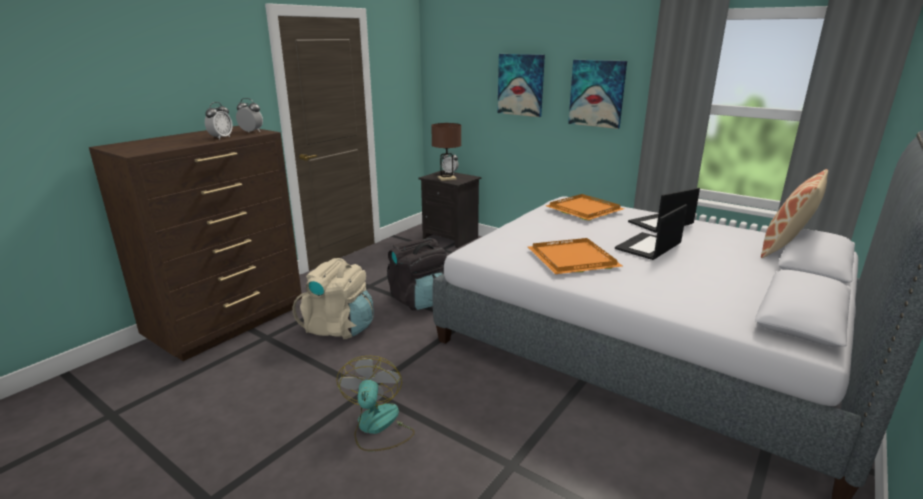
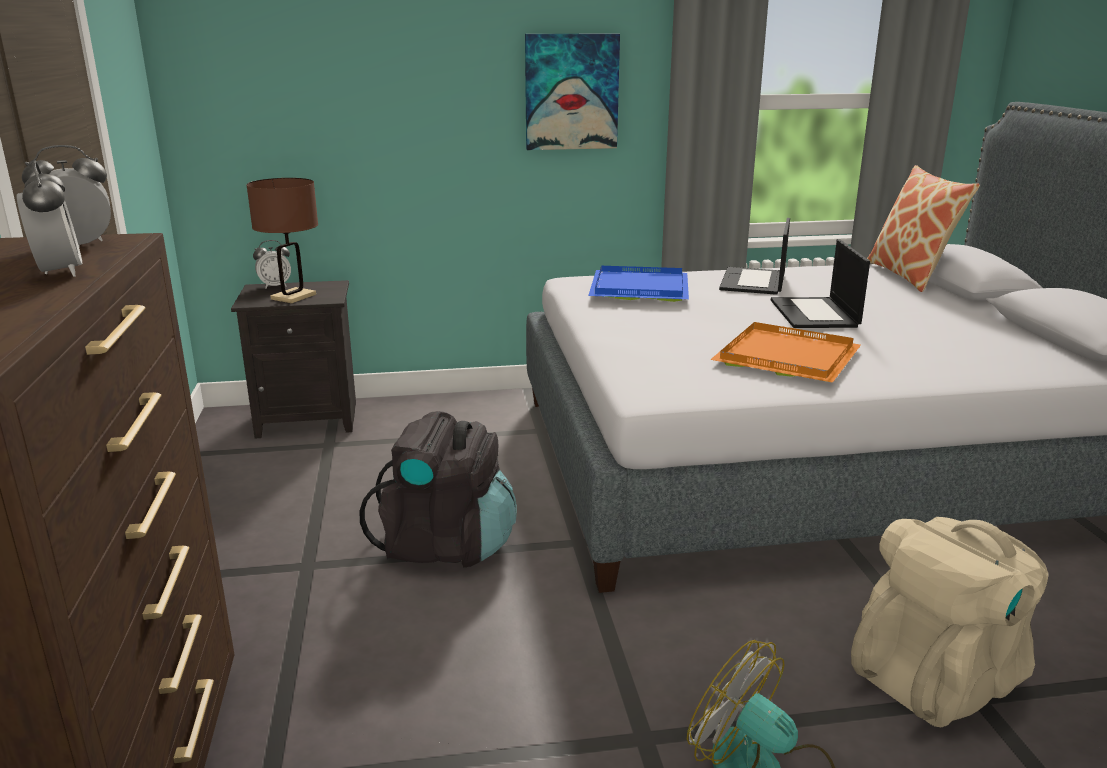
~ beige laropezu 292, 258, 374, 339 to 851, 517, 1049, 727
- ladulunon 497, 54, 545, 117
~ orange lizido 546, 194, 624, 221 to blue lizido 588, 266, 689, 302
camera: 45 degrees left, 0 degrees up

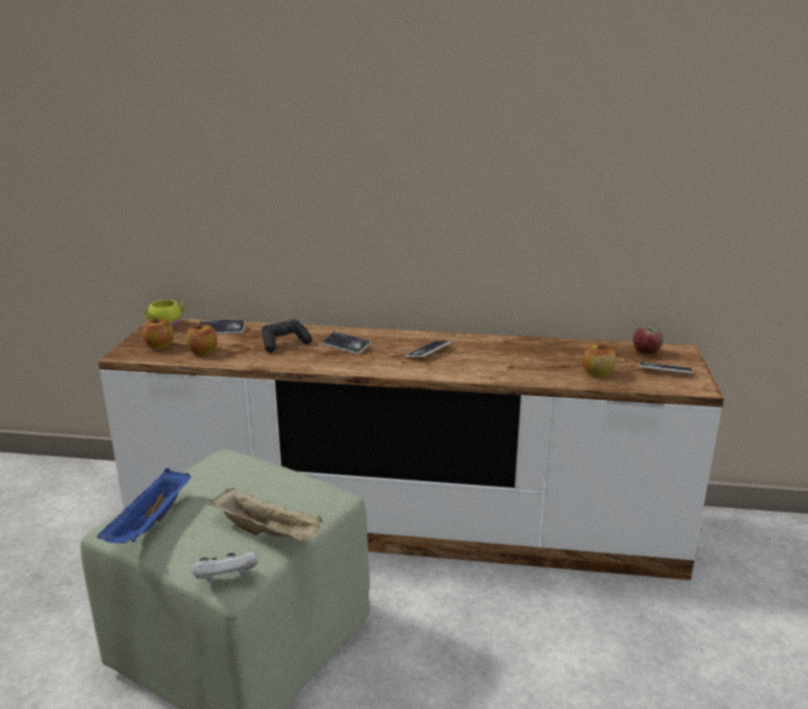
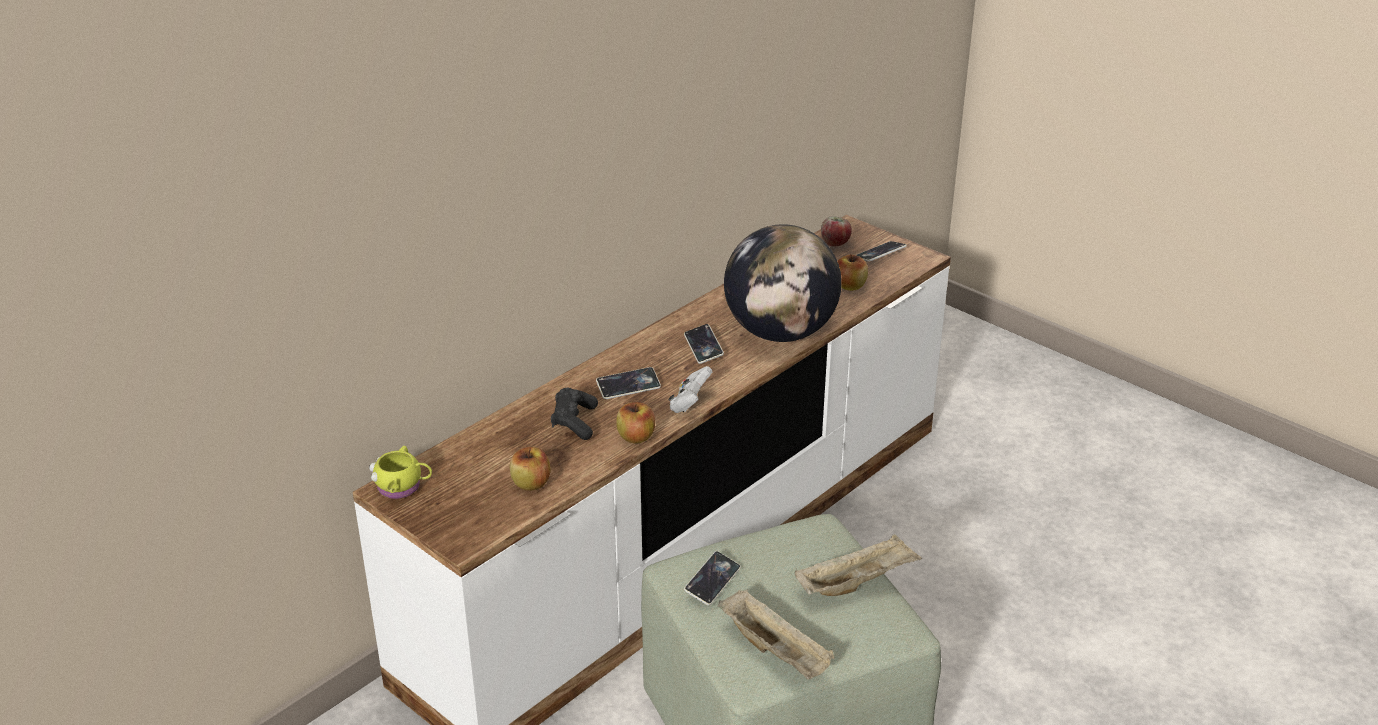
~ blue lizido 97, 468, 191, 543 to beige lizido 717, 590, 835, 679
~ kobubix 143, 317, 174, 349 to 616, 402, 655, 443
~ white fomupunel 191, 552, 259, 583 to 669, 366, 713, 413
~ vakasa 199, 319, 245, 334 to 684, 551, 741, 605
+ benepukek 724, 224, 842, 342
camera: 55 degrees left, 10 degrees up

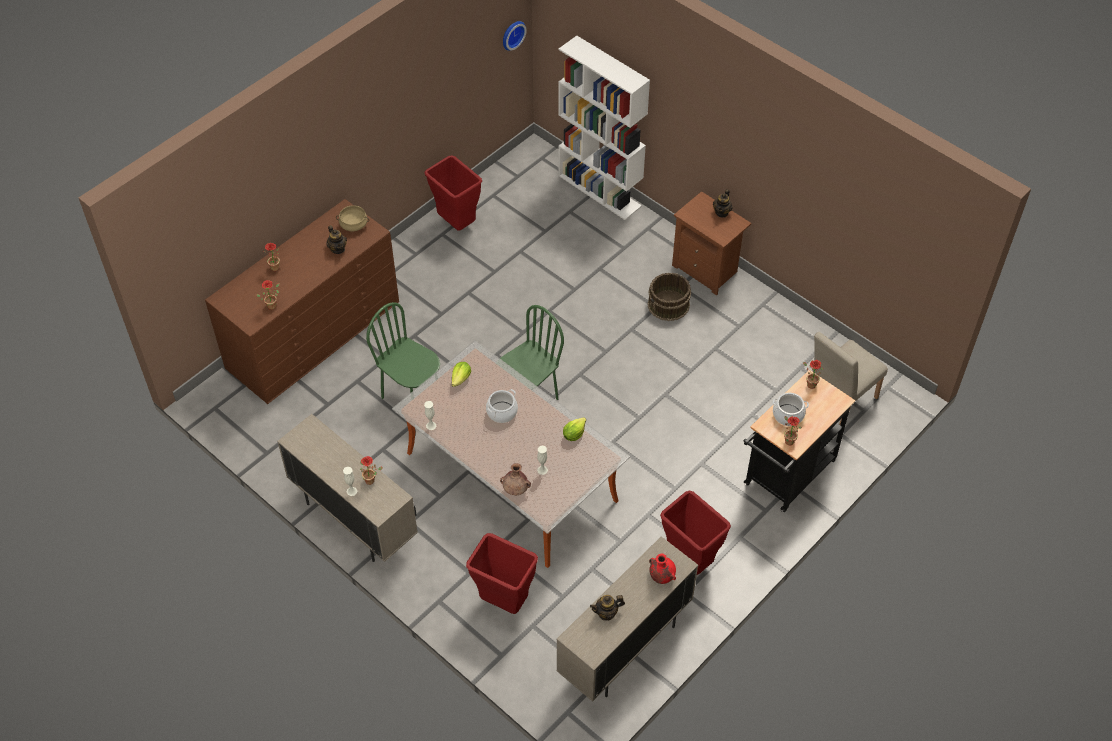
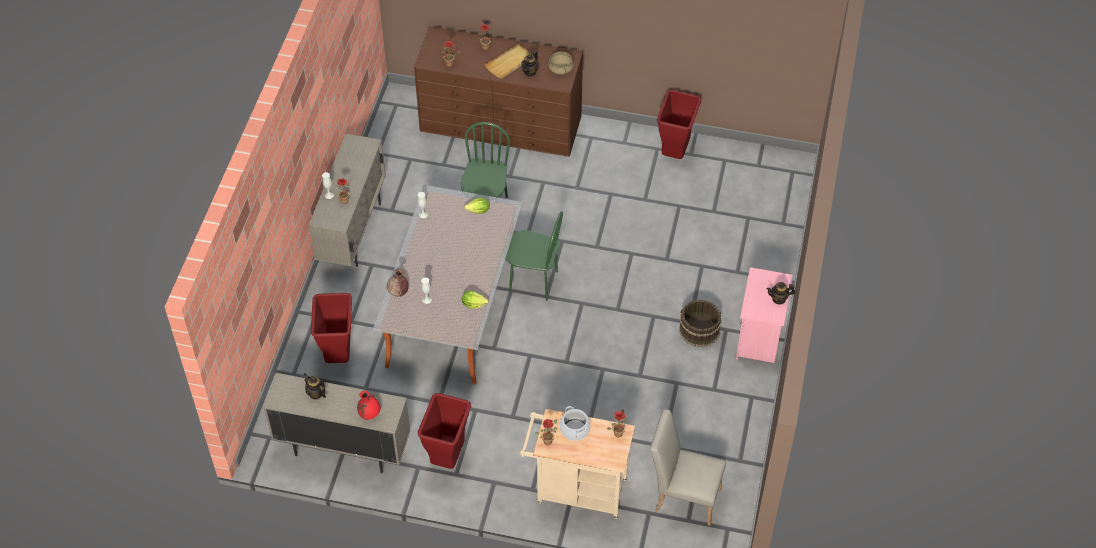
- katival 486, 389, 518, 423
- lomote 503, 21, 527, 51
- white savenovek 558, 36, 650, 220
~ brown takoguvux 672, 191, 751, 295 to pink takoguvux 736, 267, 793, 363
~ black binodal 744, 370, 855, 512 to beige binodal 520, 409, 635, 519
+ beige lizido 485, 44, 533, 79
camera: 60 degrees right, 0 degrees up

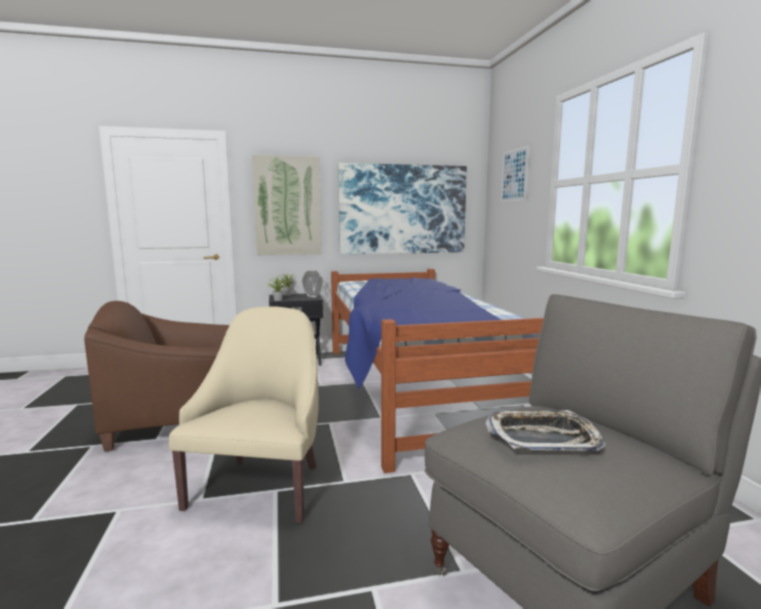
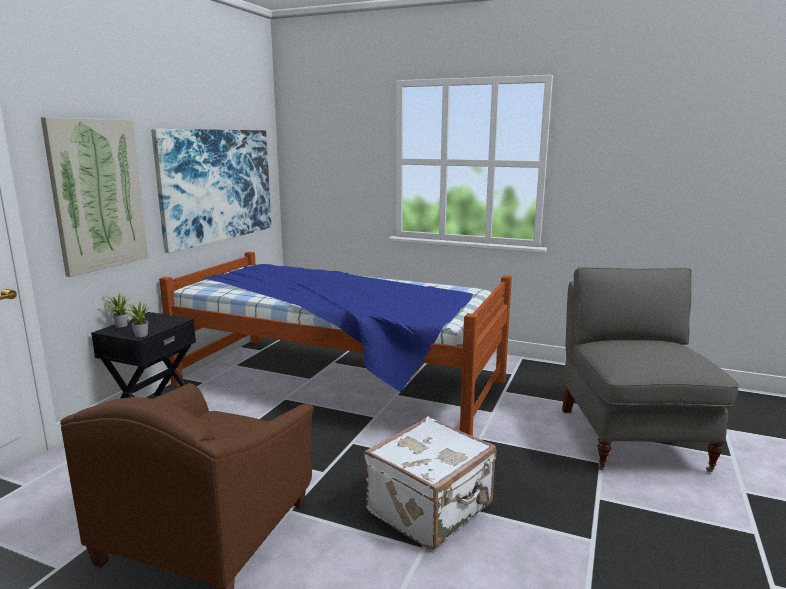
~ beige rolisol 169, 306, 318, 523 to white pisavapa 364, 416, 497, 550
- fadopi 302, 271, 323, 298
- lizido 486, 410, 606, 451
- ladulunon 501, 146, 529, 202
camera: 55 degrees left, 5 degrees up

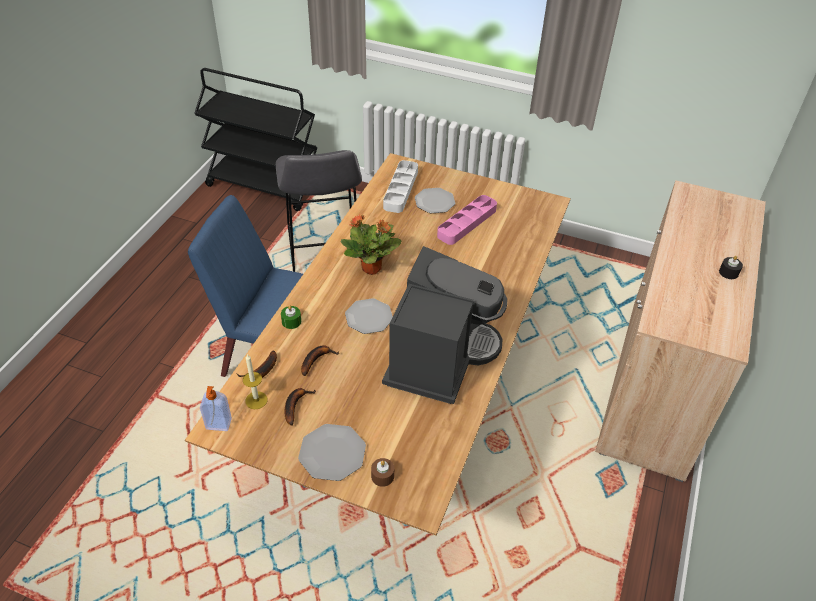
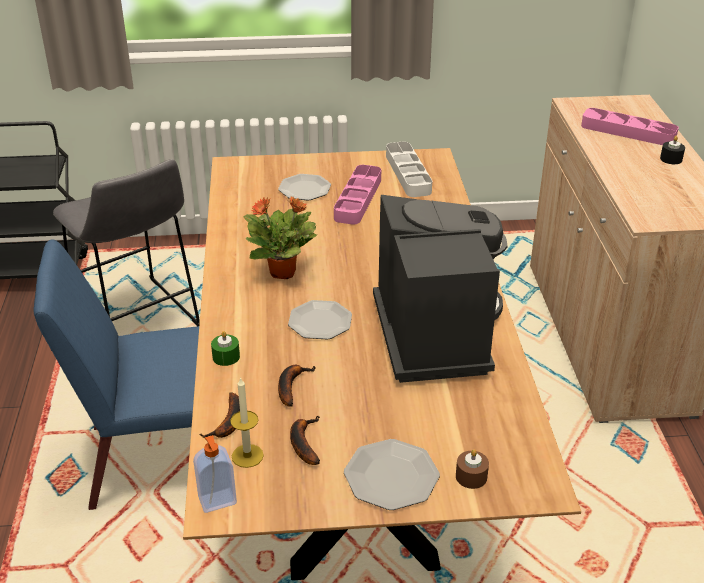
~ white lizido 383, 160, 418, 213 to 386, 142, 432, 197
+ pink lizido 581, 108, 679, 145
camera: 25 degrees left, 10 degrees down

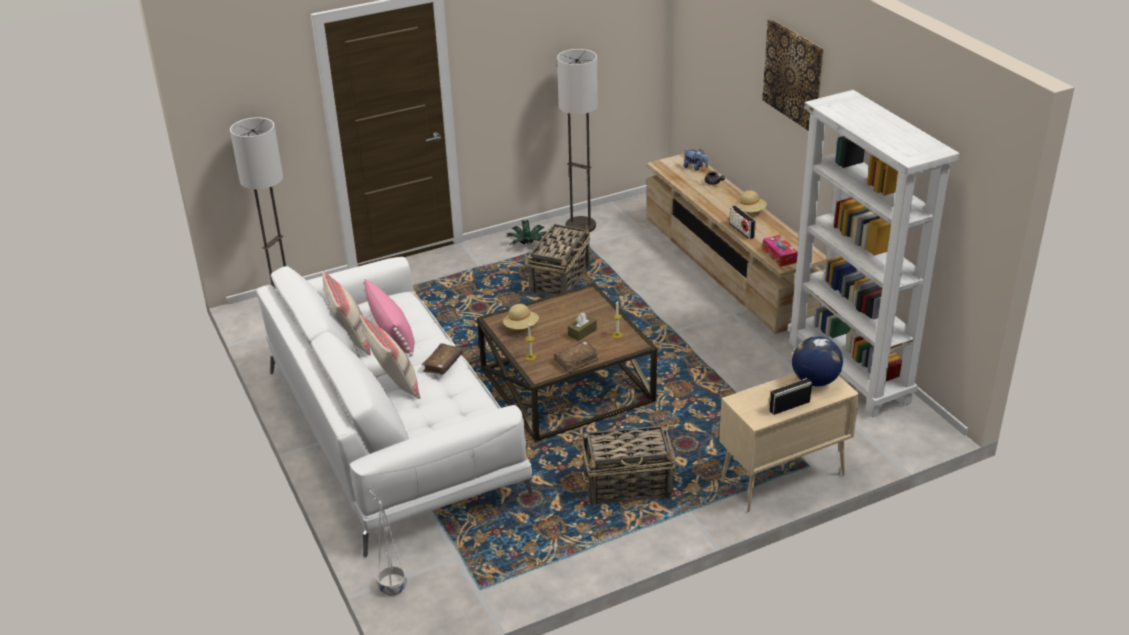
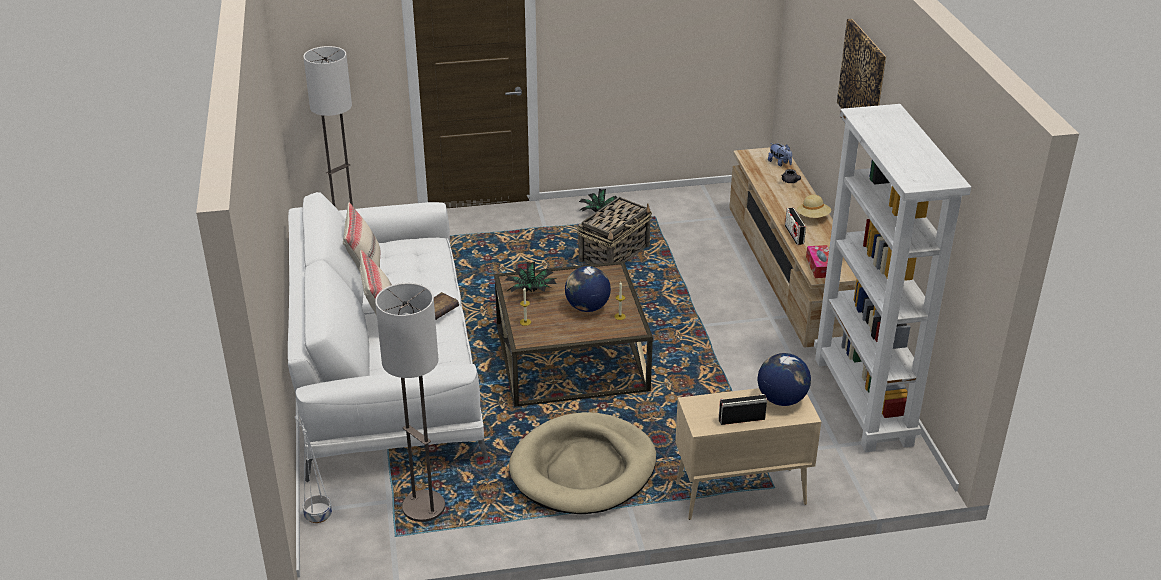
- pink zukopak 363, 279, 414, 356
~ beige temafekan 503, 304, 539, 329 to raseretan 505, 262, 557, 292
- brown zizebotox 554, 341, 599, 373
~ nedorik 557, 49, 598, 232 to 375, 283, 445, 522
~ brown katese 568, 313, 597, 341 to benepukek 565, 266, 611, 312
~ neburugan 582, 426, 676, 506 to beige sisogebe 509, 412, 656, 514
camera: 15 degrees right, 0 degrees up

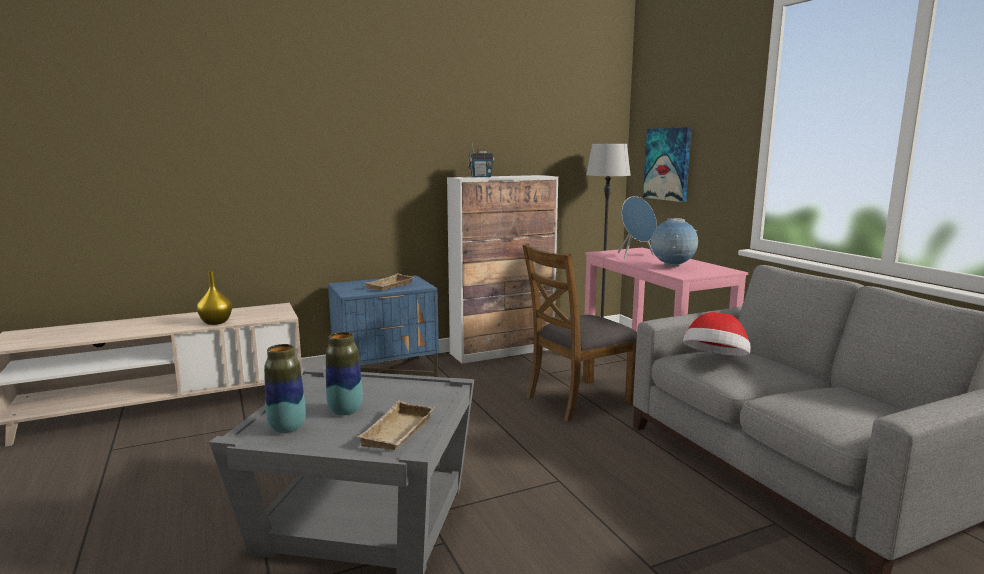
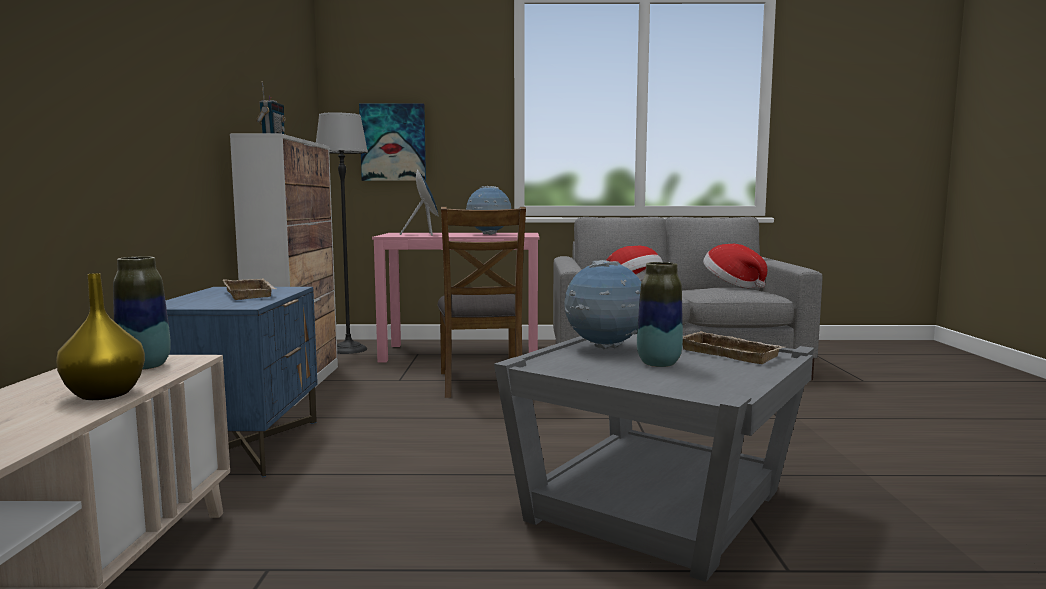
~ fadopi 264, 344, 306, 433 to 113, 256, 171, 370
+ benepukek 564, 260, 642, 349
+ temafekan 703, 244, 767, 288
camera: 65 degrees left, 5 degrees down

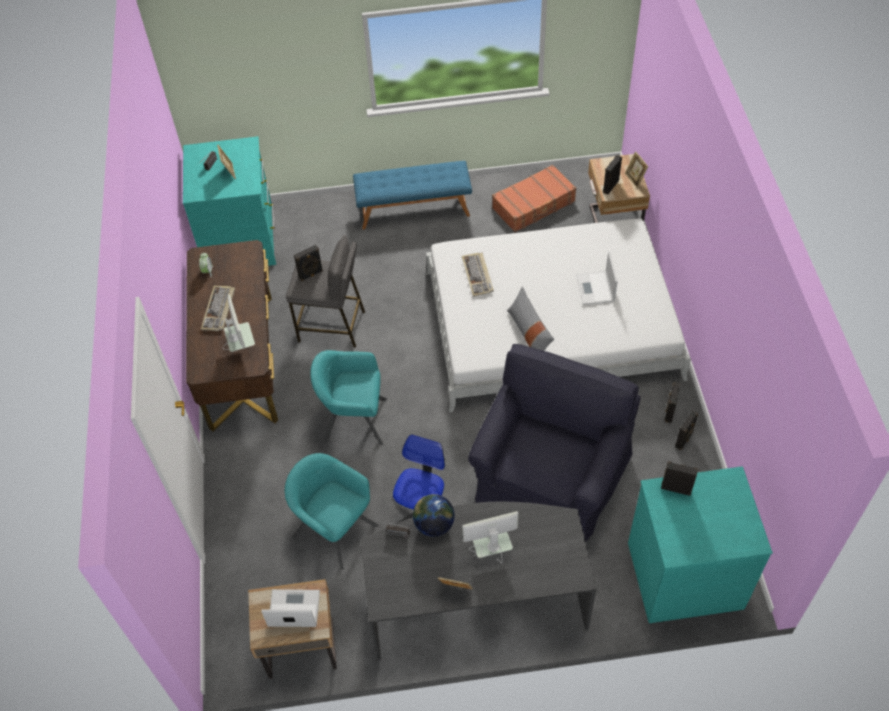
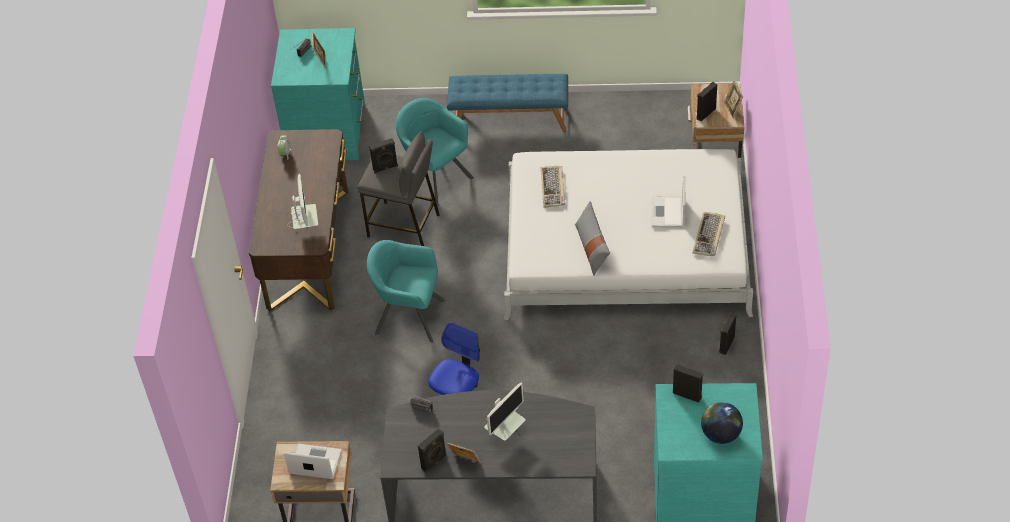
~ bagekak 201, 286, 235, 331 to 692, 212, 725, 256
~ turquoise rolisol 285, 453, 379, 570 to 396, 98, 474, 206
~ benepukek 413, 494, 455, 537 to 701, 402, 743, 444
~ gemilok 462, 511, 518, 563 = 484, 382, 526, 440 135 degrees clockwise
- black rolisol 468, 344, 641, 542
- brown pisavapa 492, 165, 576, 232
~ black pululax 675, 410, 698, 450 to 418, 428, 446, 473
camera: 10 degrees right, 5 degrees down

